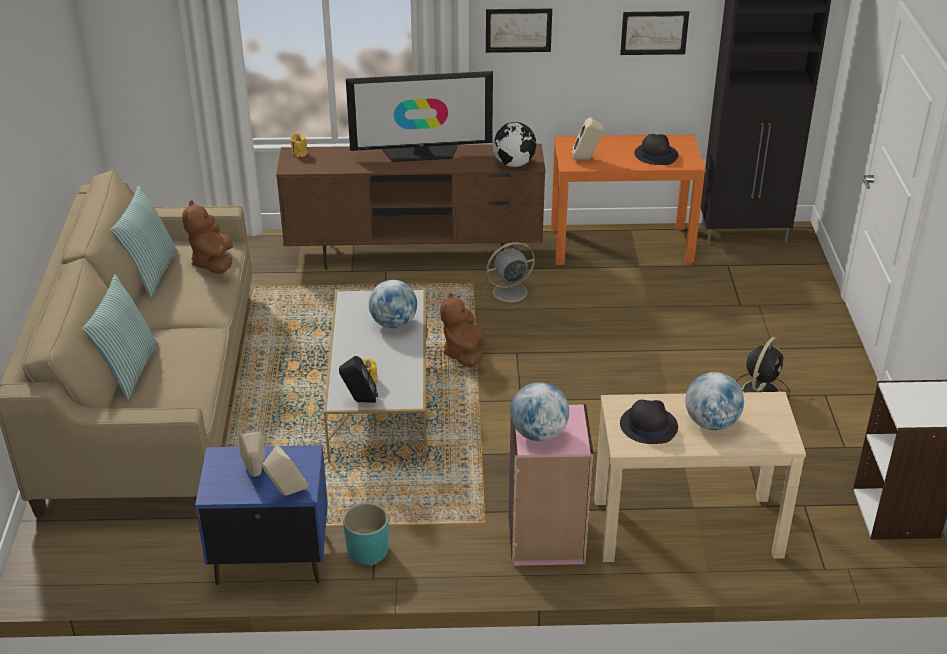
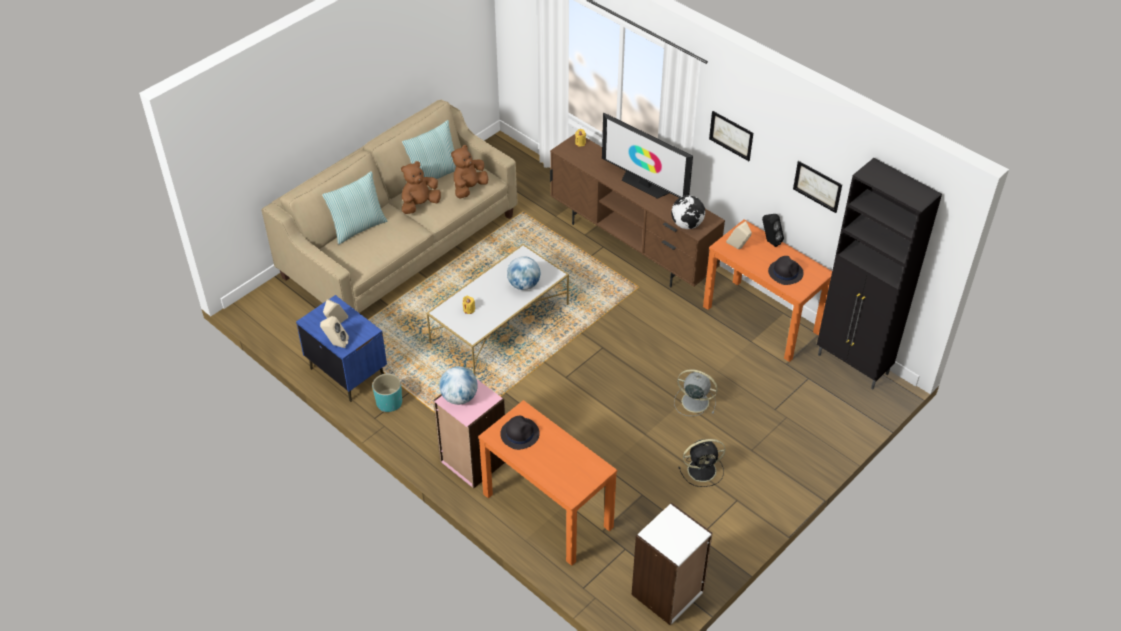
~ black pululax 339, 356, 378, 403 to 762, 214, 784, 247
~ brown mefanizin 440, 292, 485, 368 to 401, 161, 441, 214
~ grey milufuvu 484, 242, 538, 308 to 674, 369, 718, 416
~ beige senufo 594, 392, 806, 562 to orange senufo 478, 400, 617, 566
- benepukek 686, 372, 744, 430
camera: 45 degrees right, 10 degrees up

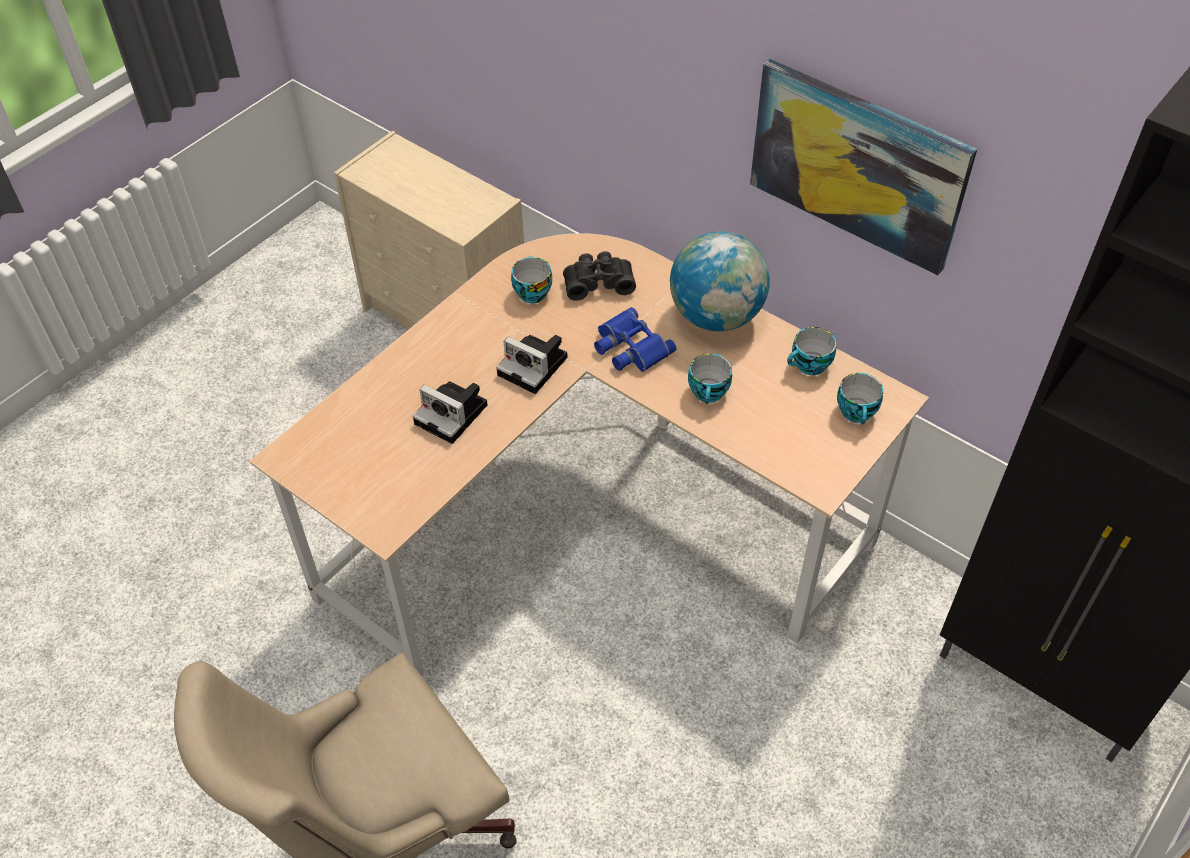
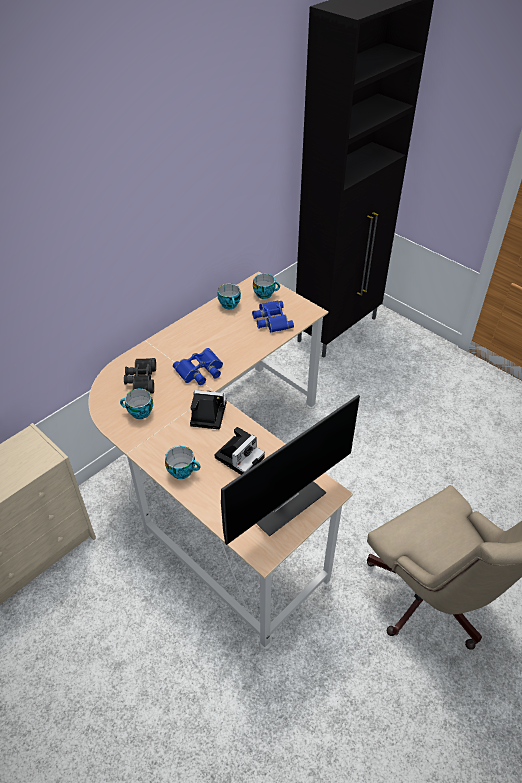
~ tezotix 496, 335, 567, 394 = 190, 390, 227, 429 120 degrees counterclockwise
- benepukek 670, 231, 770, 331
~ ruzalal 688, 353, 732, 404 to 165, 446, 201, 479
- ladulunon 750, 59, 977, 275
+ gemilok 221, 395, 360, 545
+ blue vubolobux 252, 301, 294, 333
camera: 85 degrees left, 5 degrees down

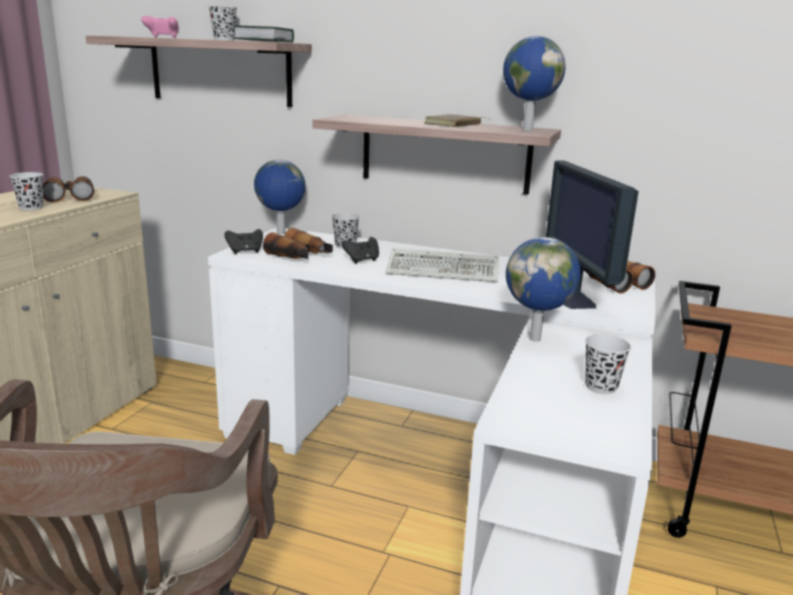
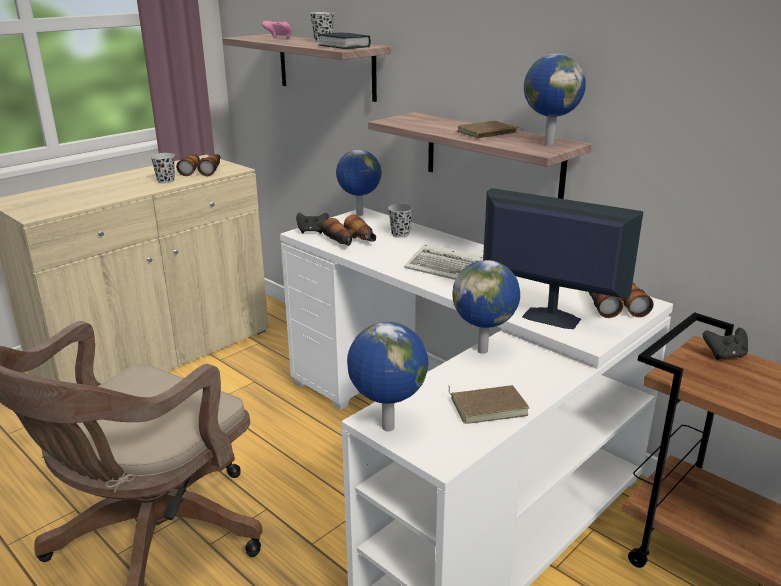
~ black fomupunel 341, 237, 379, 264 to 703, 328, 748, 360
~ gemilok 546, 160, 639, 309 = 483, 188, 643, 329 105 degrees clockwise
~ black ruzalal 585, 334, 631, 394 to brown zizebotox 449, 385, 530, 424
+ benepukek 347, 322, 429, 432
camera: 25 degrees right, 5 degrees up

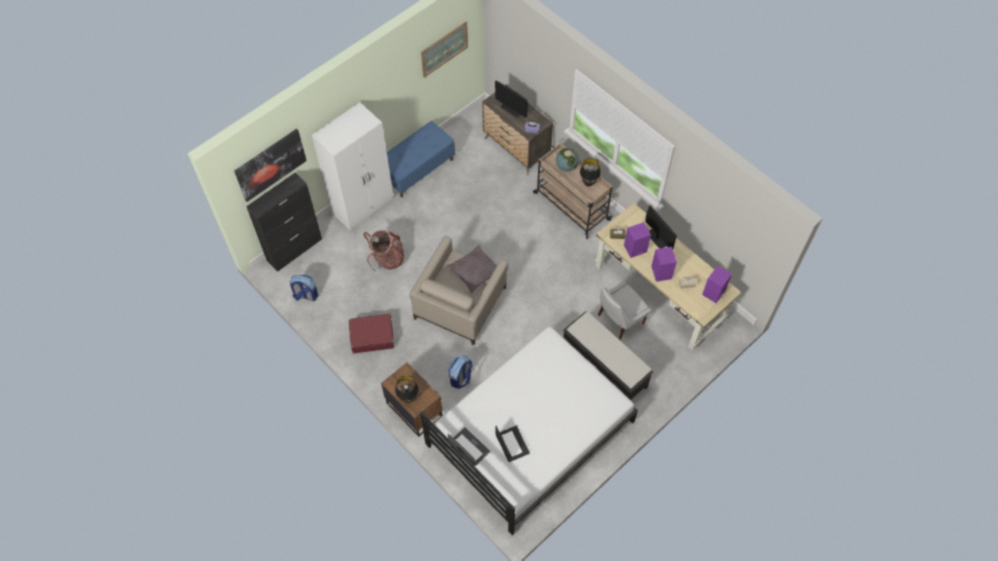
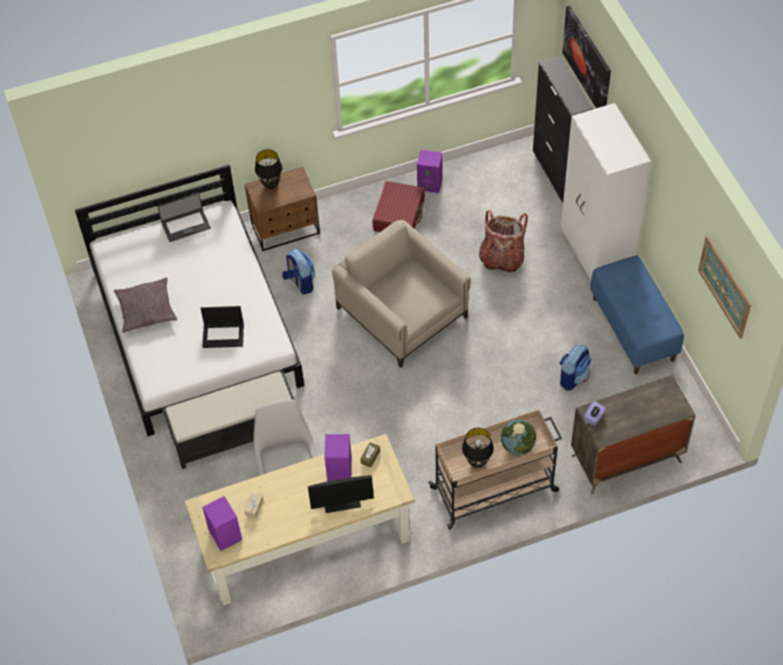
~ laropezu 290, 275, 319, 301 to 560, 345, 591, 391
~ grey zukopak 447, 245, 497, 293 to 114, 277, 177, 333
- gemilok 495, 81, 528, 118
~ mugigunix 495, 425, 530, 462 to 201, 306, 244, 348
~ purple pululax 651, 247, 677, 282 to 417, 150, 443, 193
camera: 115 degrees right, 5 degrees down

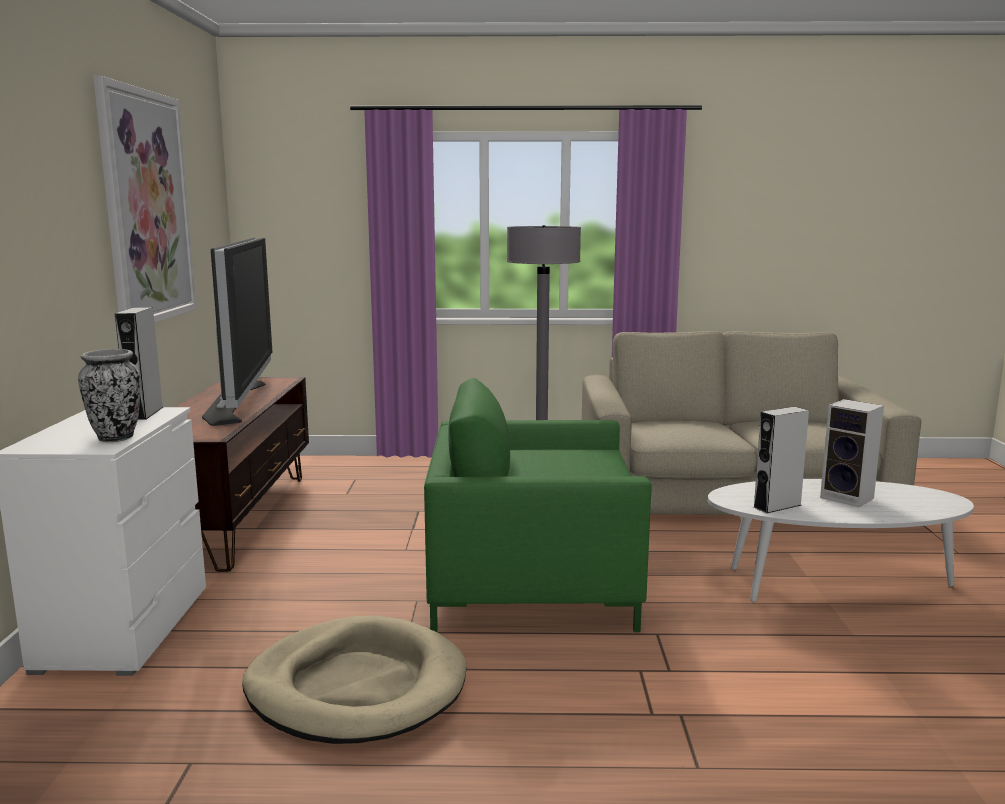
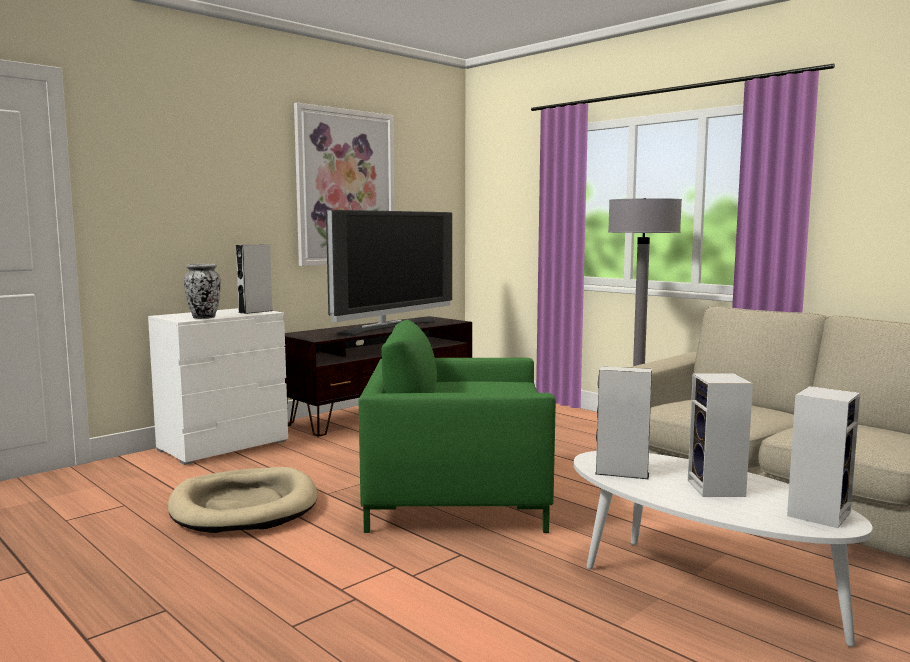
~ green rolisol 424, 378, 652, 632 = 358, 320, 556, 533 45 degrees counterclockwise
+ pululax 787, 386, 860, 528
camera: 45 degrees right, 5 degrees down

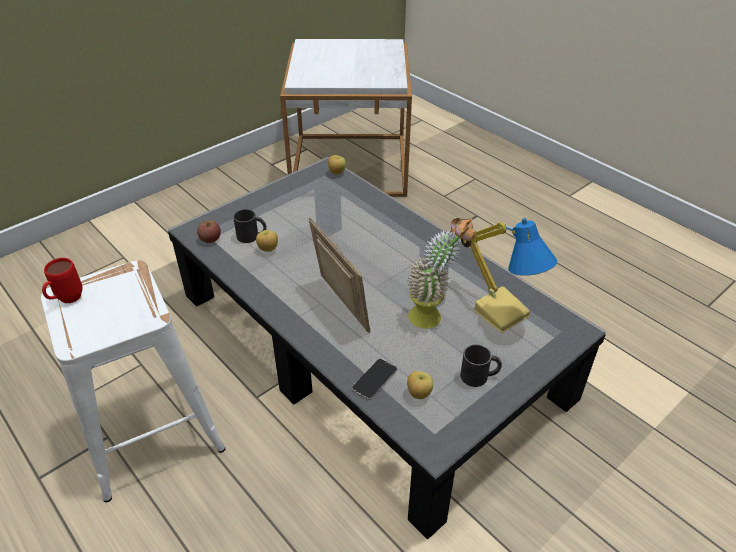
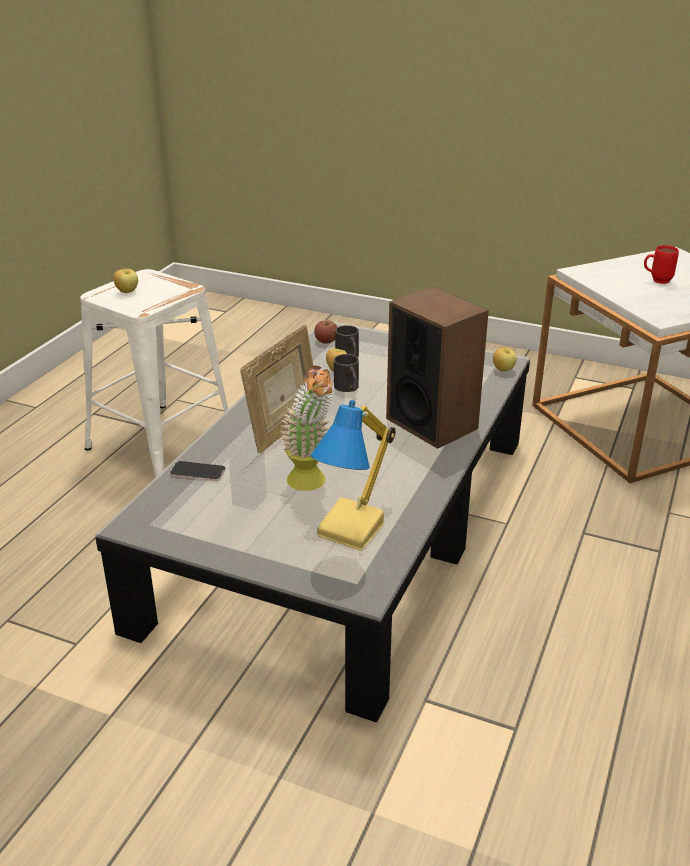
~ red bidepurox 42, 258, 83, 303 to 644, 245, 679, 284
~ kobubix 407, 371, 433, 399 to 114, 269, 138, 293
~ black bidepurox 460, 344, 502, 387 to 334, 354, 359, 392
+ pululax 386, 286, 489, 449
camera: 65 degrees right, 10 degrees down

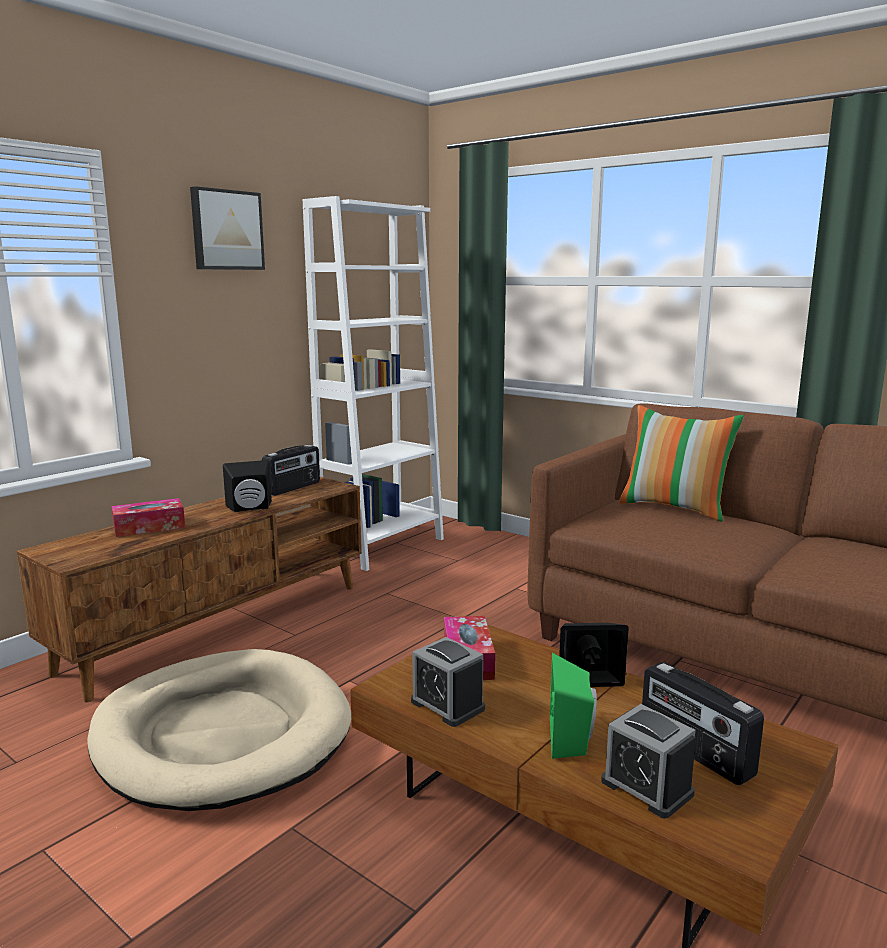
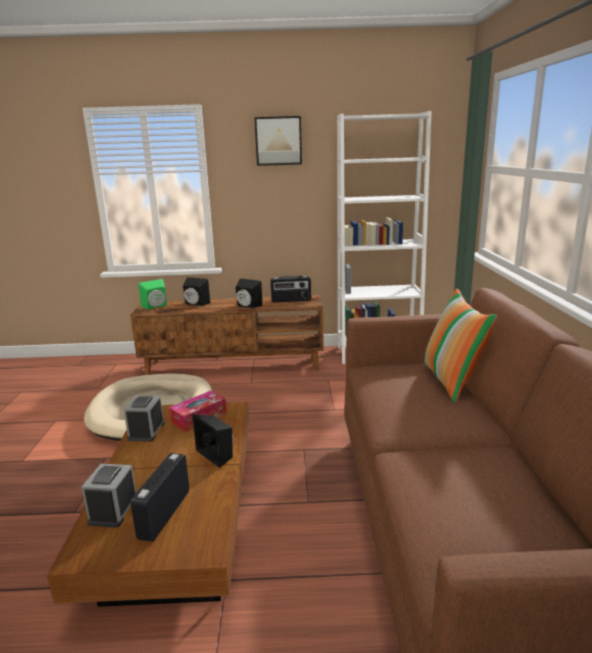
~ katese 112, 498, 185, 537 to black pululax 183, 277, 210, 306
~ green pululax 550, 653, 597, 759 to 138, 279, 167, 309
camera: 50 degrees right, 5 degrees up

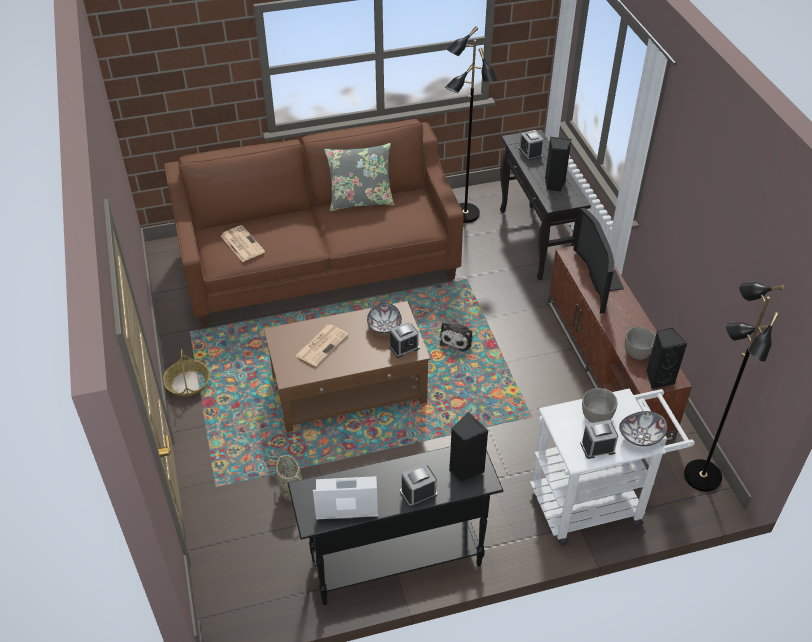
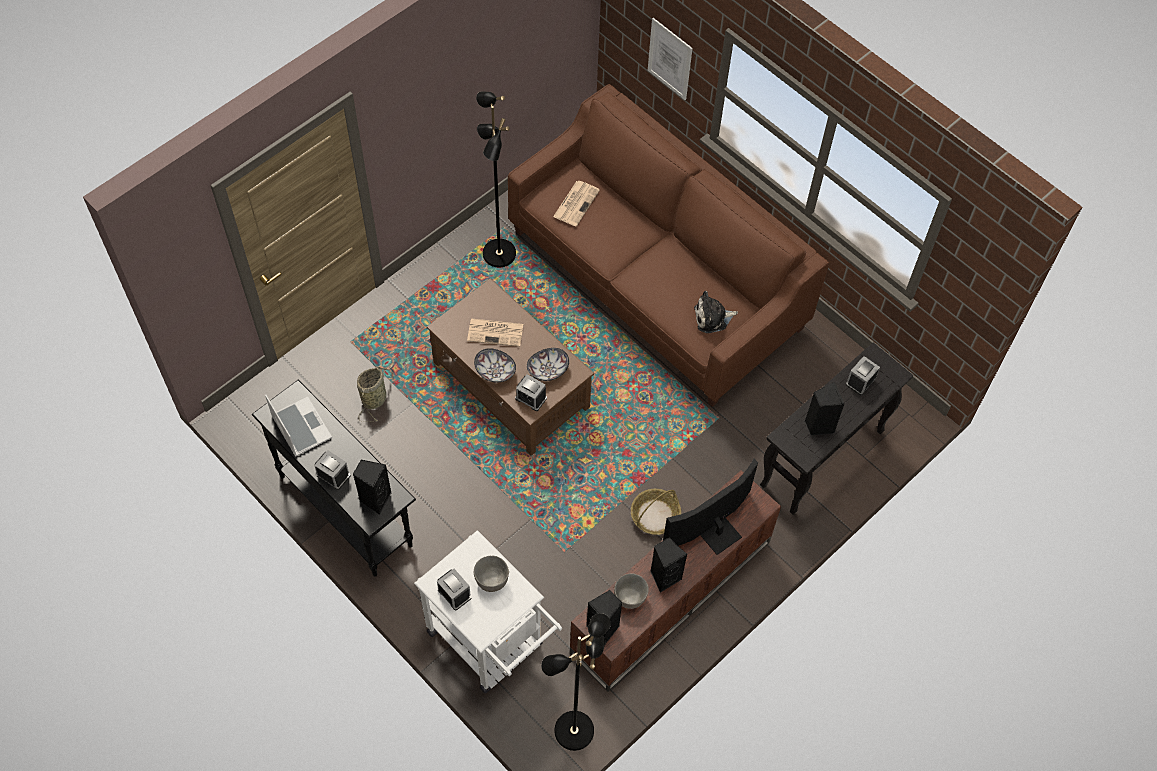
~ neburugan 163, 349, 210, 397 to 631, 489, 681, 535
- grey zukopak 324, 143, 395, 211
~ mefanizin 440, 322, 473, 352 to 694, 291, 738, 333
~ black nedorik 445, 26, 498, 223 to 476, 91, 516, 268
~ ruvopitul 619, 411, 668, 446 to 474, 348, 516, 383
+ ladulunon 648, 18, 692, 100
+ black pululax 650, 538, 687, 593
camera: 60 degrees right, 15 degrees up

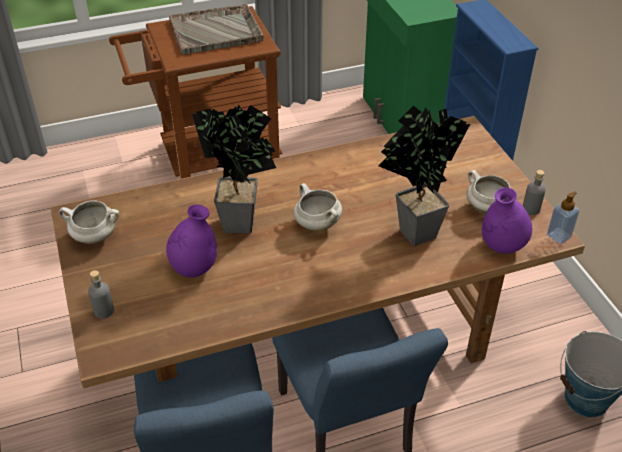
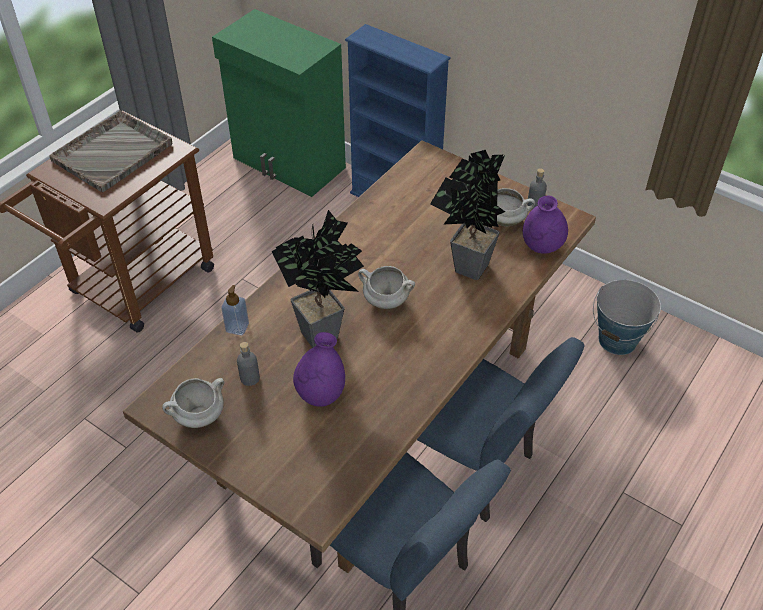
~ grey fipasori 88, 270, 114, 319 to 237, 342, 260, 386
~ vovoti 547, 191, 580, 244 to 221, 285, 249, 335
camera: 35 degrees left, 5 degrees up

